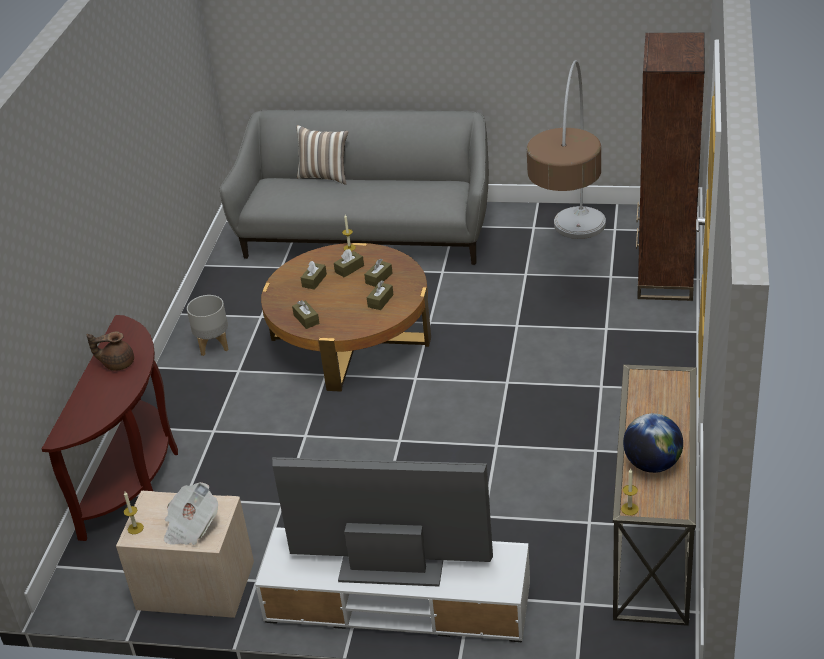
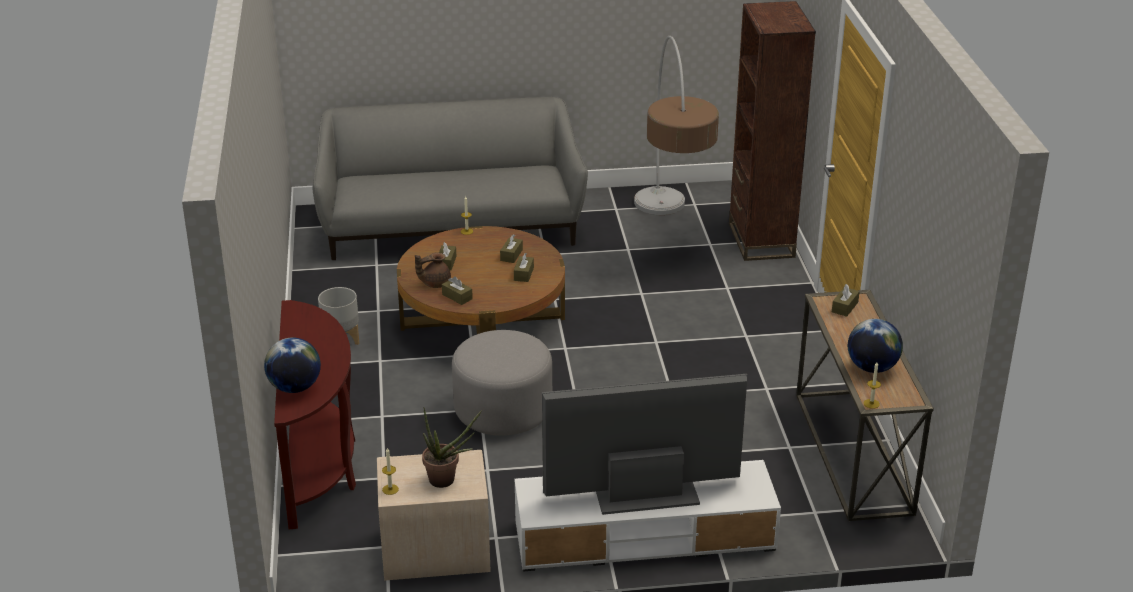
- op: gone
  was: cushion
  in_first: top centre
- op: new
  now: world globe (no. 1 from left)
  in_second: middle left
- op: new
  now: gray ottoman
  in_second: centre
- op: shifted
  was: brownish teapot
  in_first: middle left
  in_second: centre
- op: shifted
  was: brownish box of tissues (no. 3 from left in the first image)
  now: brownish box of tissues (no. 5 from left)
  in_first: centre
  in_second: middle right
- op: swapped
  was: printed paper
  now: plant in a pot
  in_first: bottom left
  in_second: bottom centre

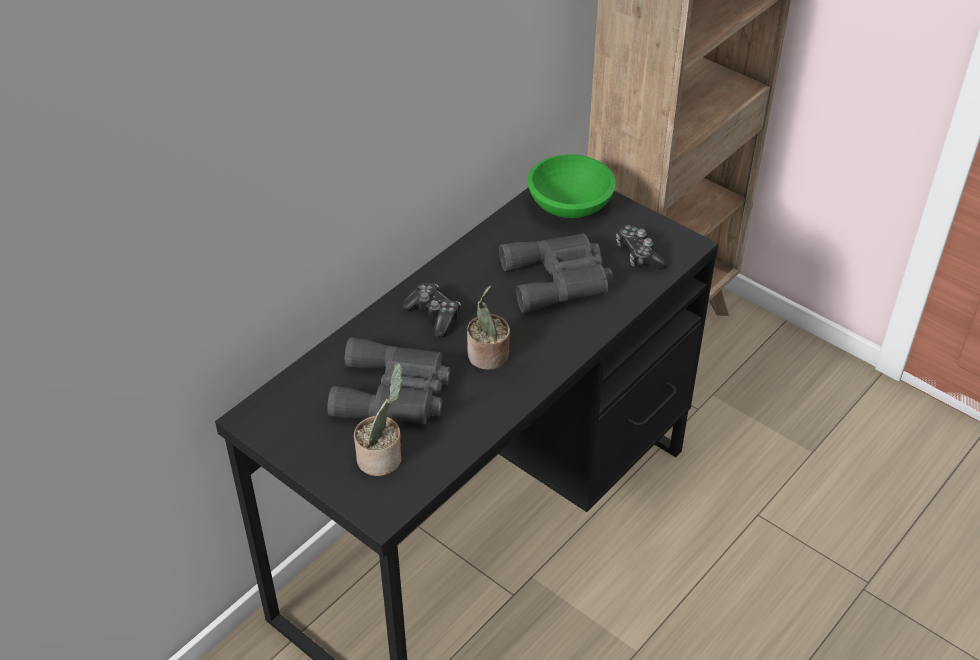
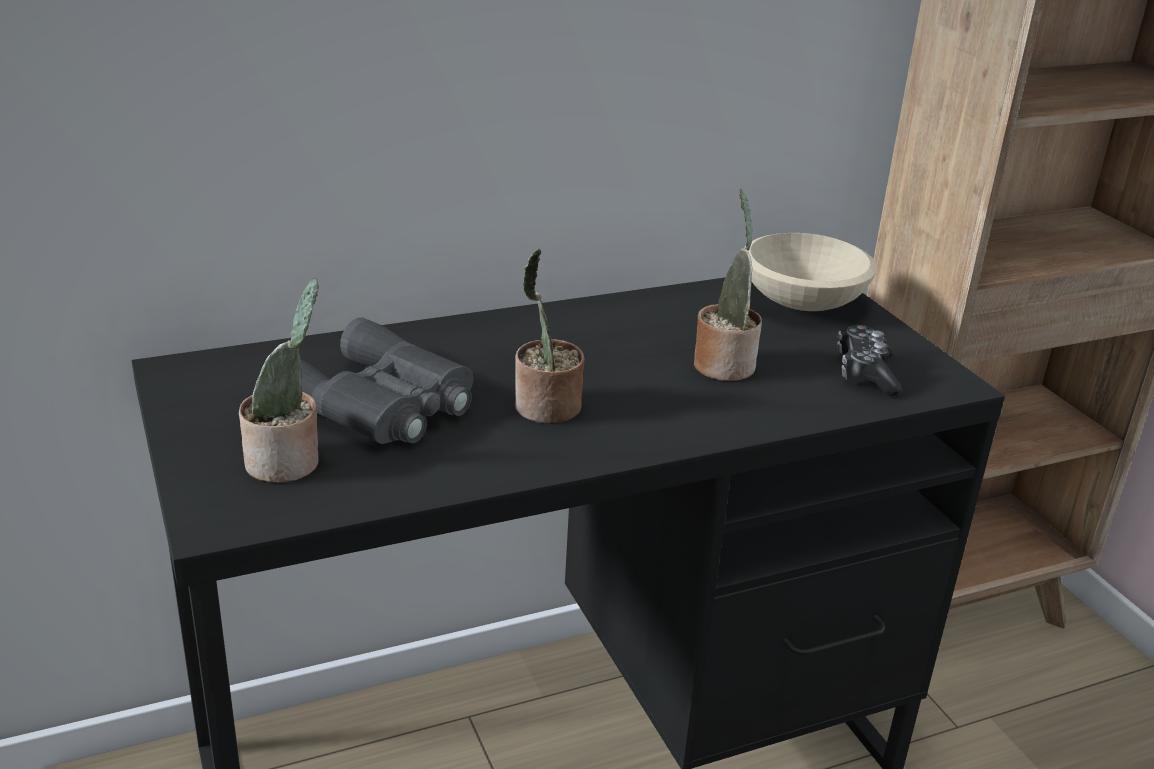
- op: gone
  was: joypad (no. 1 from left)
  in_first: centre
- op: swapped
  was: gray binoculars (no. 2 from left)
  now: plant in a pot (no. 3 from left)
  in_first: centre
  in_second: centre
- op: repainted
  was: green serving bowl
  now: beige-coloured serving bowl
  in_first: top centre
  in_second: middle right

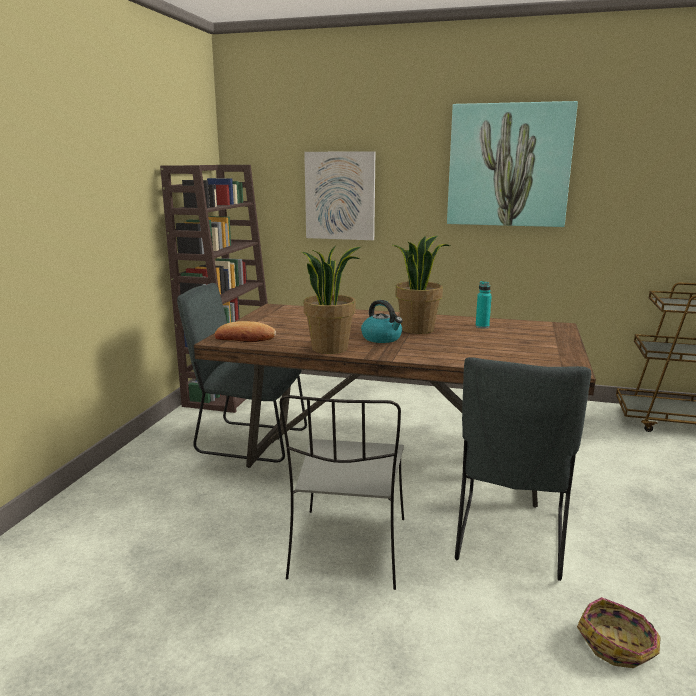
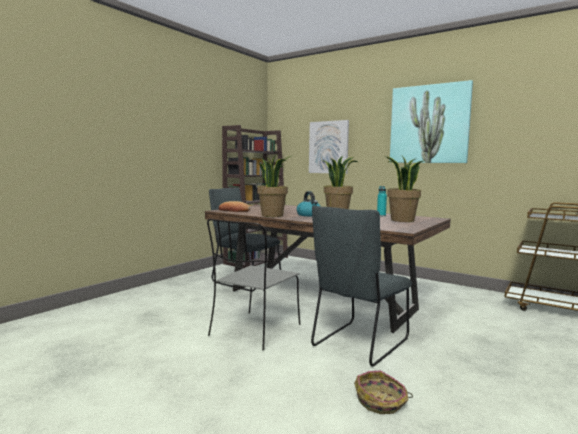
- op: new
  now: plant in a pot (no. 3 from left)
  in_second: middle right

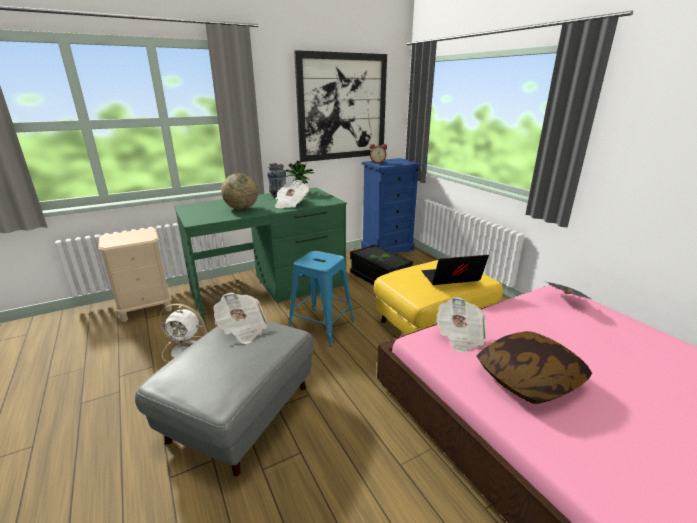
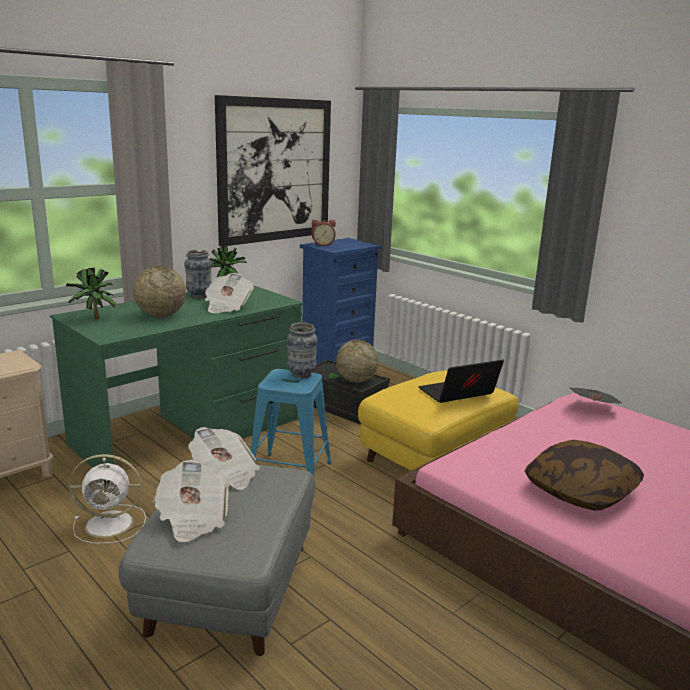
- op: new
  now: plant in a pot (no. 1 from left)
  in_second: middle left
- op: new
  now: flower vase (no. 2 from left)
  in_second: centre
- op: new
  now: world globe (no. 2 from left)
  in_second: centre
- op: shifted
  was: printed paper (no. 3 from left in the first image)
  now: printed paper (no. 1 from left)
  in_first: centre
  in_second: bottom left

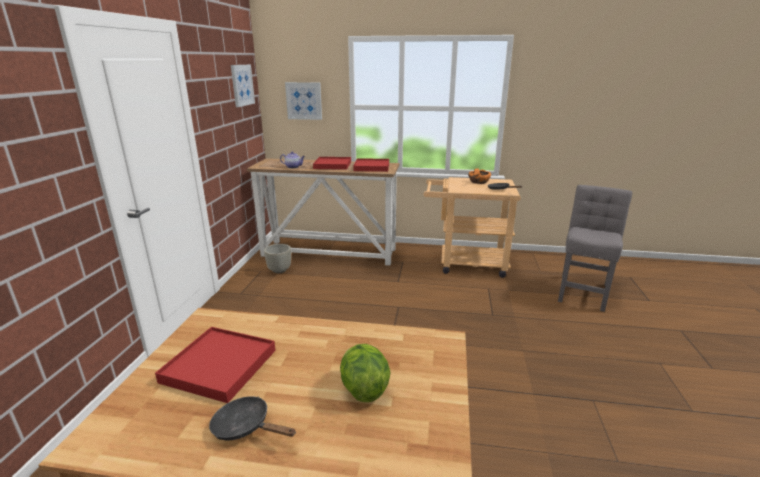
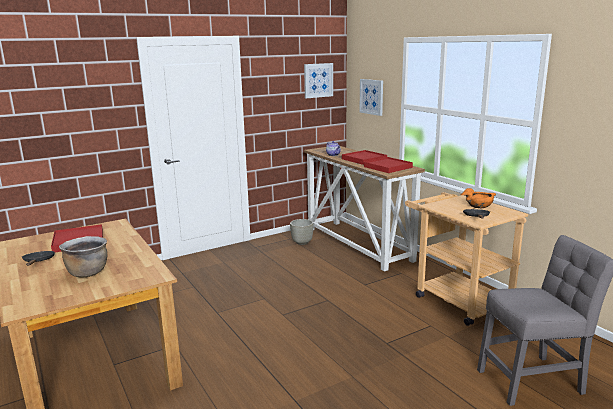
- op: swapped
  was: lettuce
  now: brownish stockpot
  in_first: bottom centre
  in_second: middle left

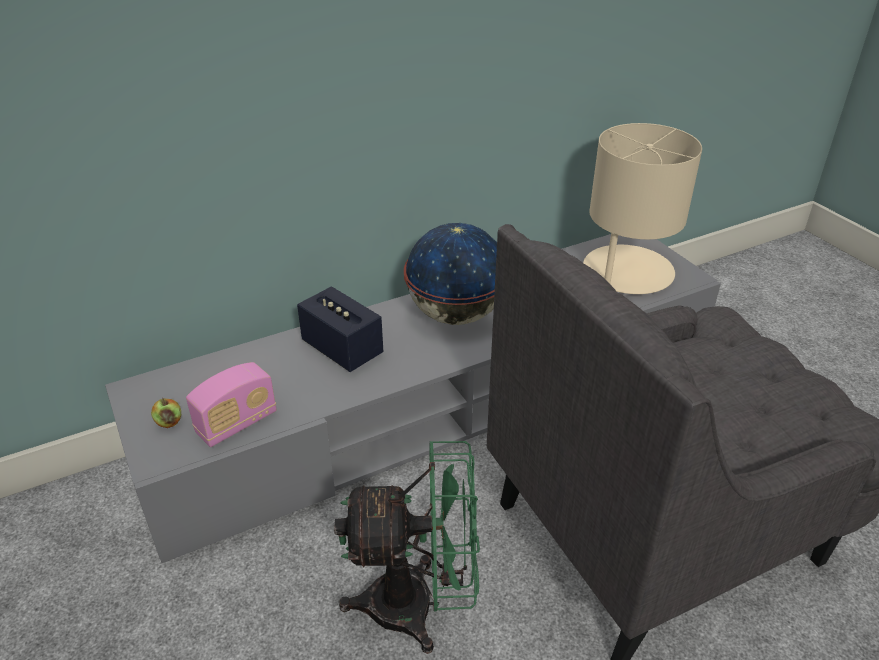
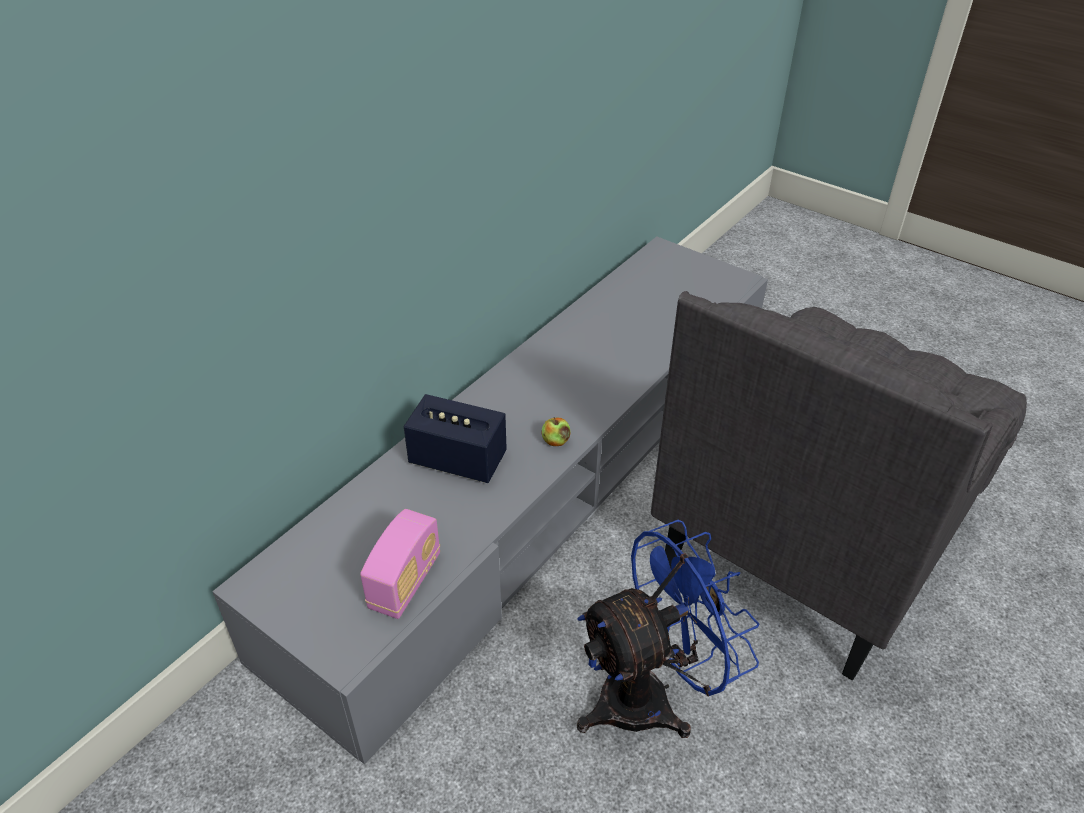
- op: gone
  was: world globe
  in_first: centre
- op: gone
  was: beige-coloured table lamp
  in_first: top right
- op: shifted
  was: whole apple
  in_first: middle left
  in_second: centre
- op: repainted
  was: green fan
  now: blue fan
  in_first: bottom centre
  in_second: bottom centre

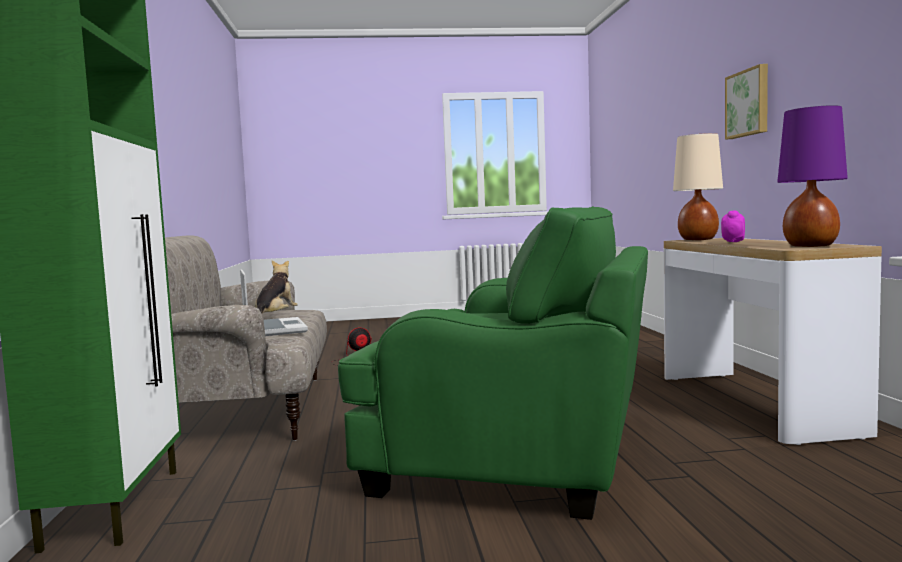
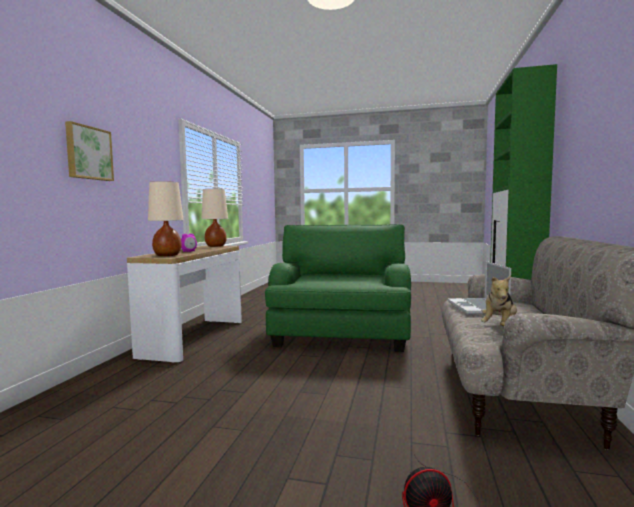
- op: repainted
  was: purple table lamp
  now: beige-coloured table lamp (no. 2 from left)
  in_first: top right
  in_second: centre
- op: rotated
  was: green easy chair
  in_first: centre
  in_second: centre
  clockwise: 60

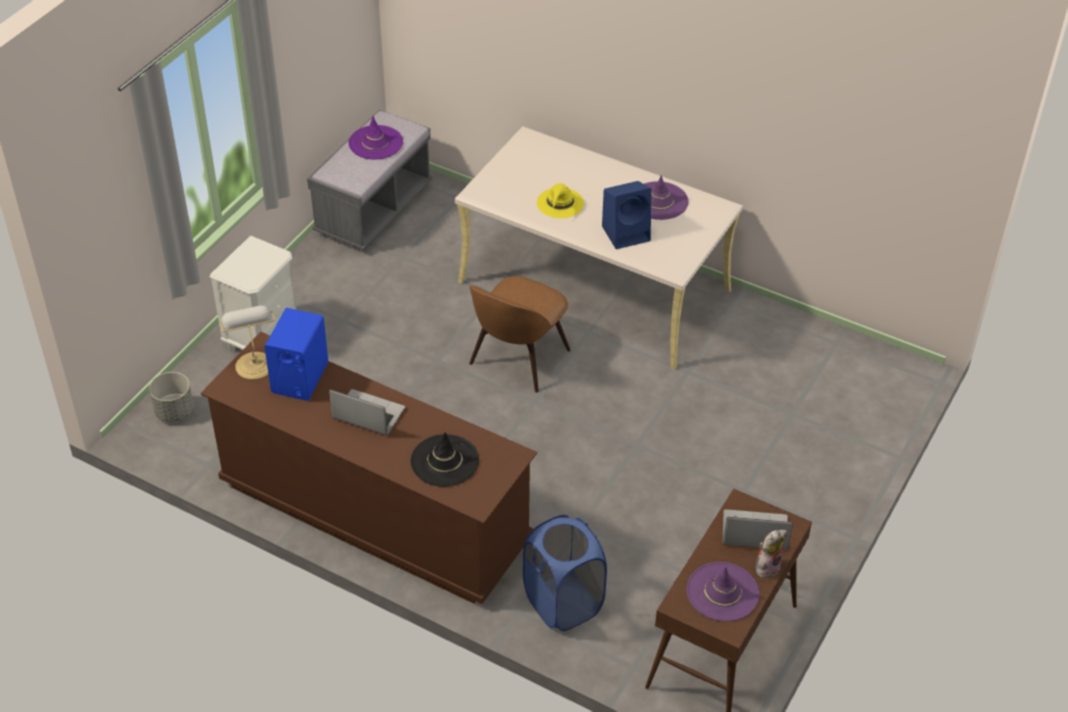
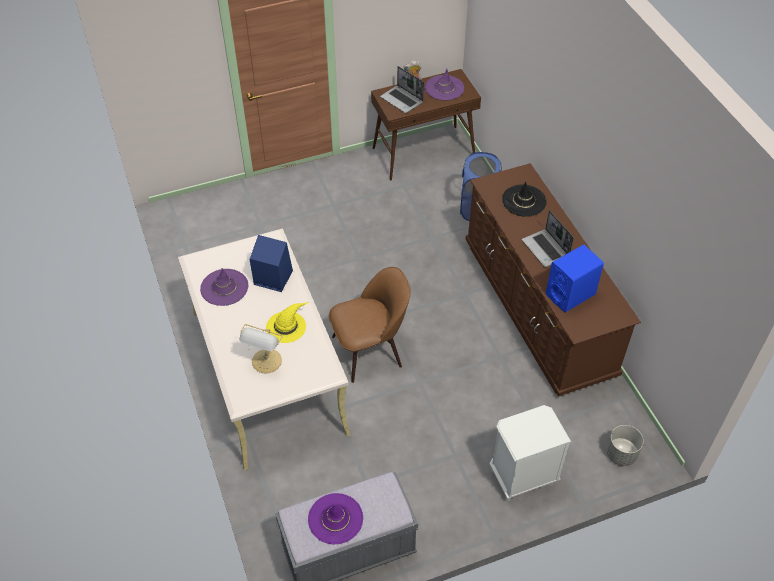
- op: shifted
  was: table lamp
  in_first: middle left
  in_second: centre

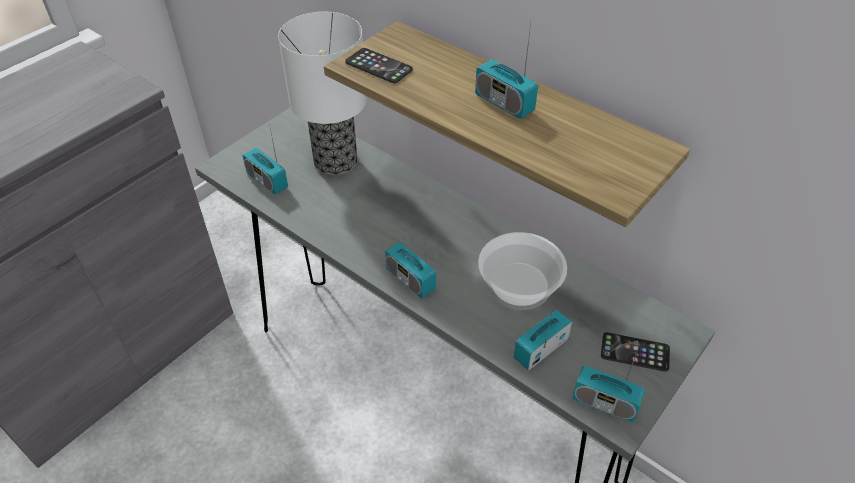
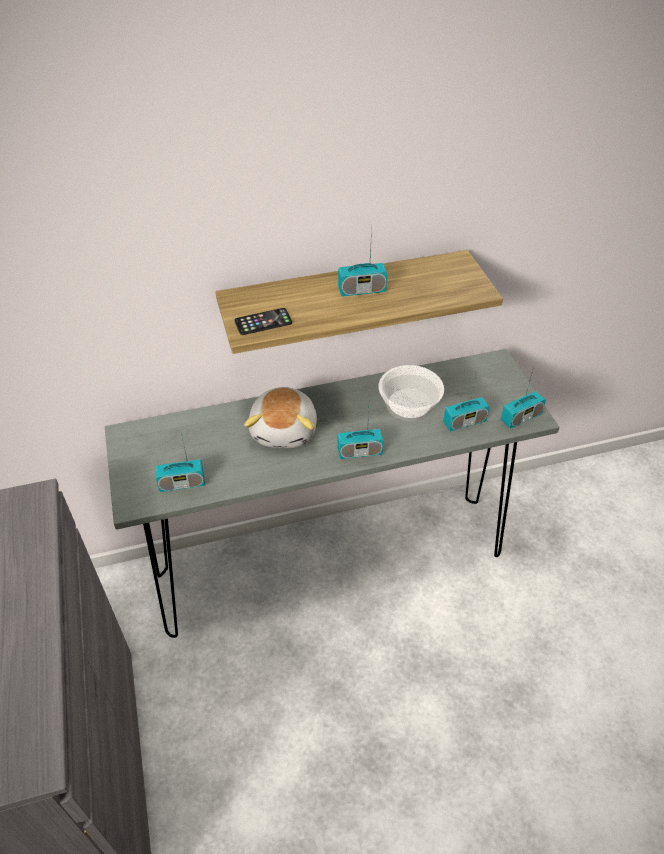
- op: gone
  was: table lamp
  in_first: top centre
- op: gone
  was: telephone (no. 2 from left)
  in_first: bottom right
- op: new
  now: cuddly toy
  in_second: centre
- op: rotated
  was: radio (no. 4 from left)
  in_first: bottom centre
  in_second: middle right
  clockwise: -105

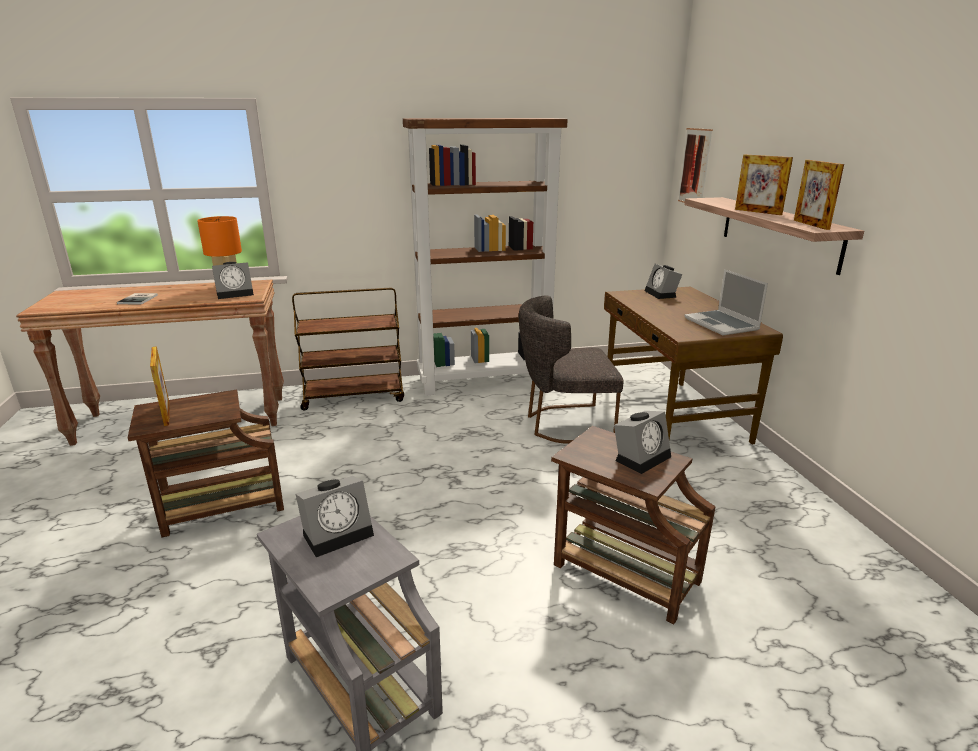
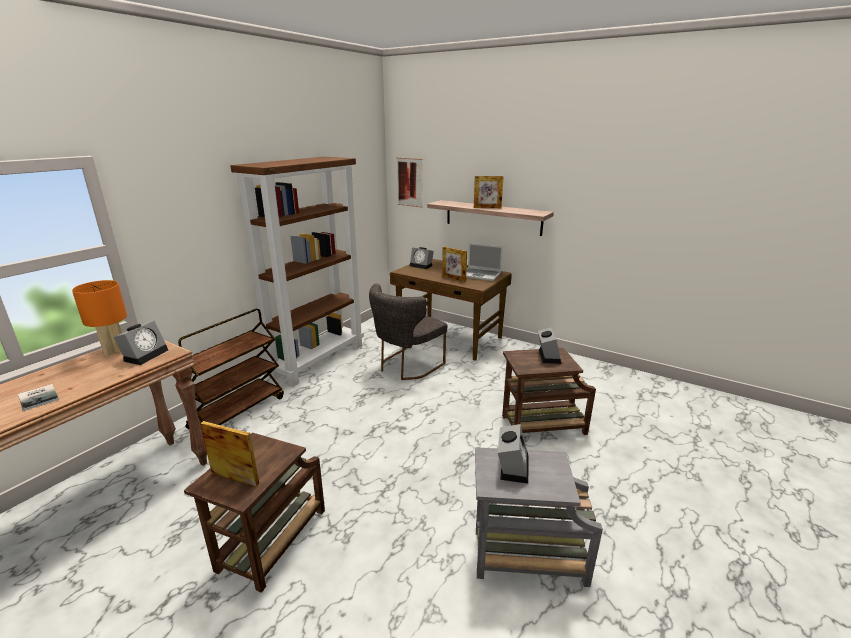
- op: shifted
  was: photo frame (no. 3 from left in the first image)
  now: photo frame (no. 2 from left)
  in_first: top right
  in_second: centre

